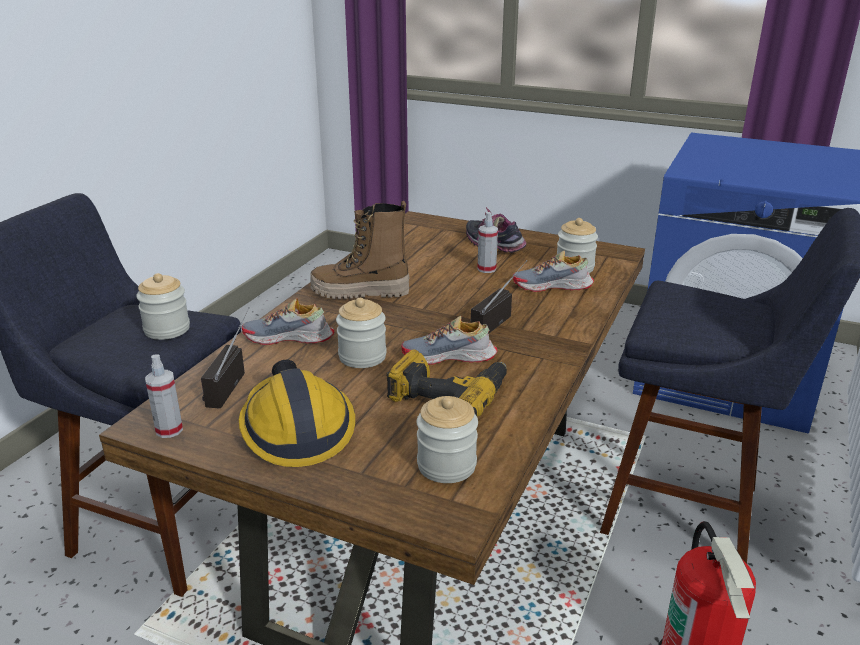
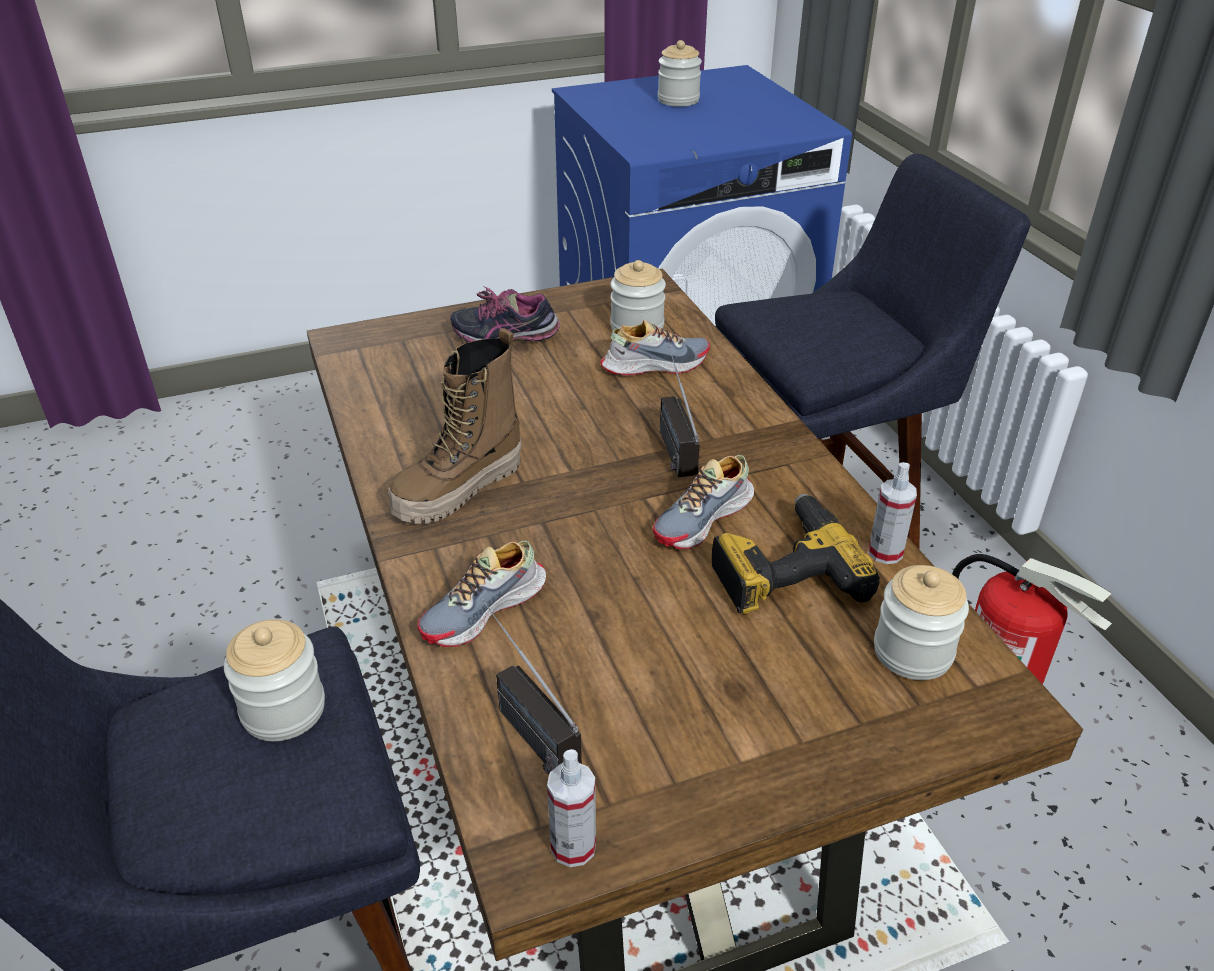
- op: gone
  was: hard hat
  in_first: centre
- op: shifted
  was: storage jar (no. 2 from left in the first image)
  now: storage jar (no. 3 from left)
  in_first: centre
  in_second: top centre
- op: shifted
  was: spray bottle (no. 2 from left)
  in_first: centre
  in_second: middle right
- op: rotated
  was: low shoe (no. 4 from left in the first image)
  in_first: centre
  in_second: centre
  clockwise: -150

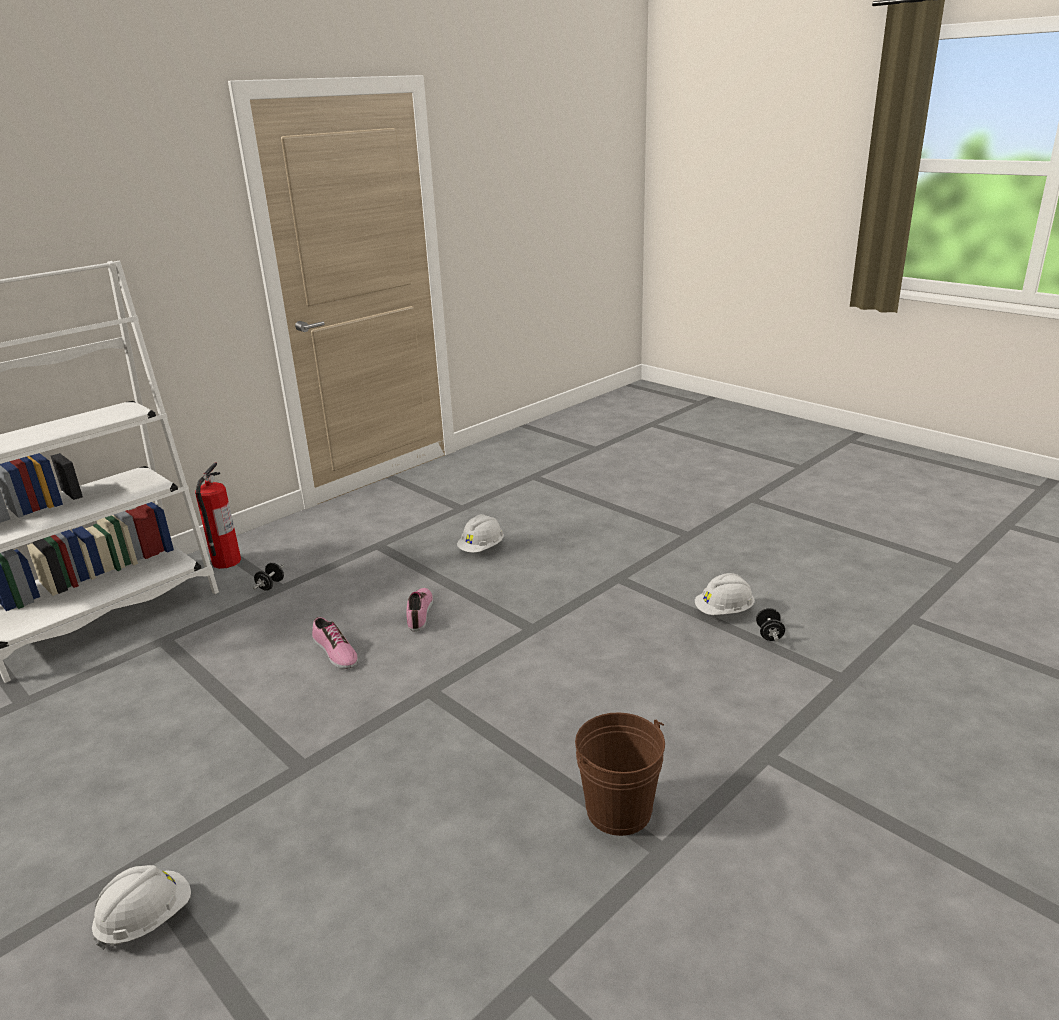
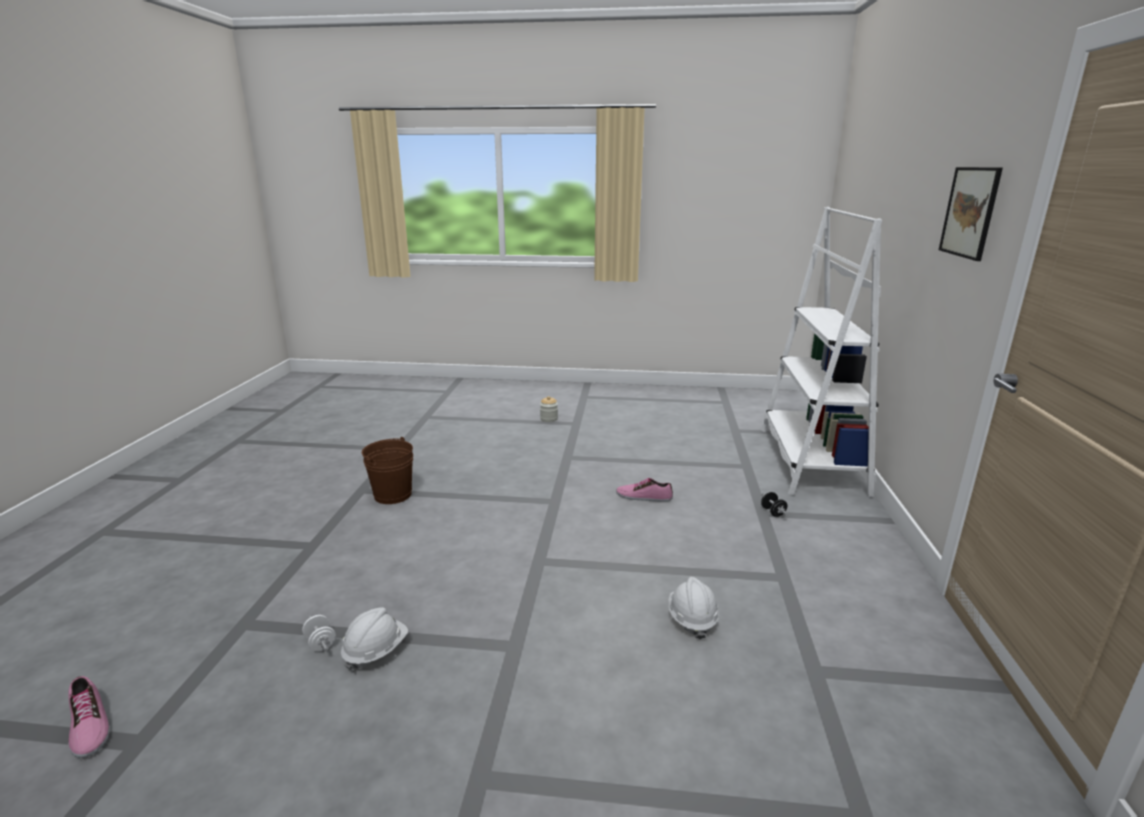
- op: gone
  was: extinguisher
  in_first: middle left
- op: new
  now: wall art
  in_second: top right
- op: shifted
  was: low shoe (no. 2 from left in the first image)
  now: low shoe (no. 1 from left)
  in_first: centre
  in_second: bottom left
- op: swapped
  was: whitish hard hat (no. 1 from left)
  now: storage jar
  in_first: bottom left
  in_second: centre
- op: repainted
  was: blackish dumbbell (no. 2 from left)
  now: whitish dumbbell
  in_first: middle right
  in_second: bottom left

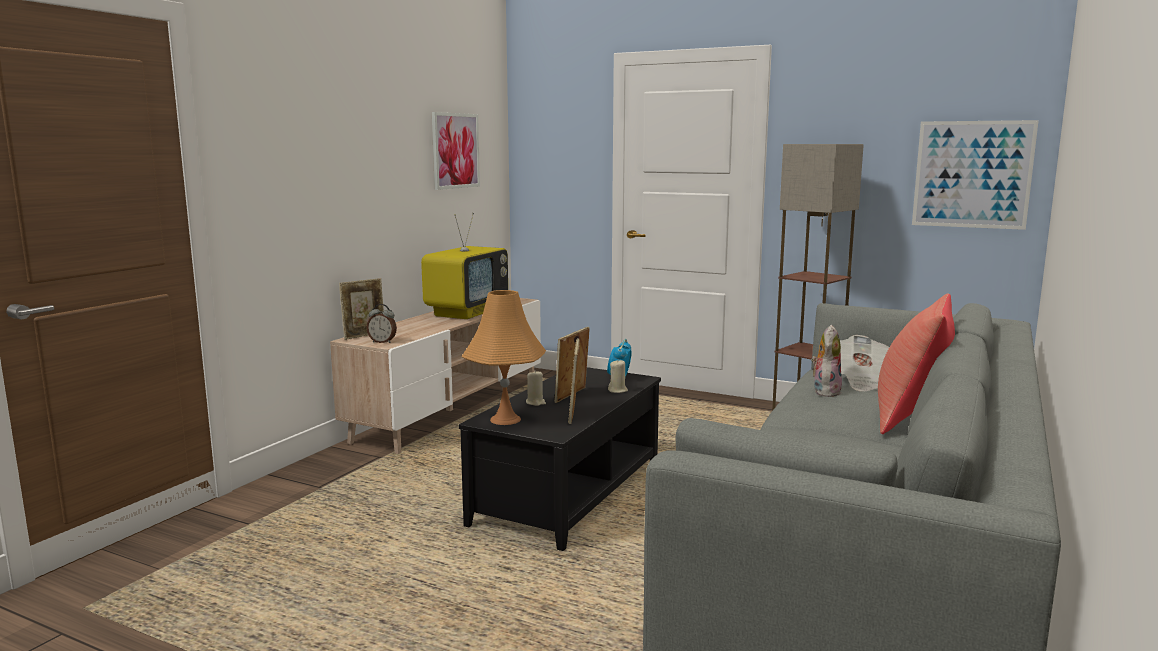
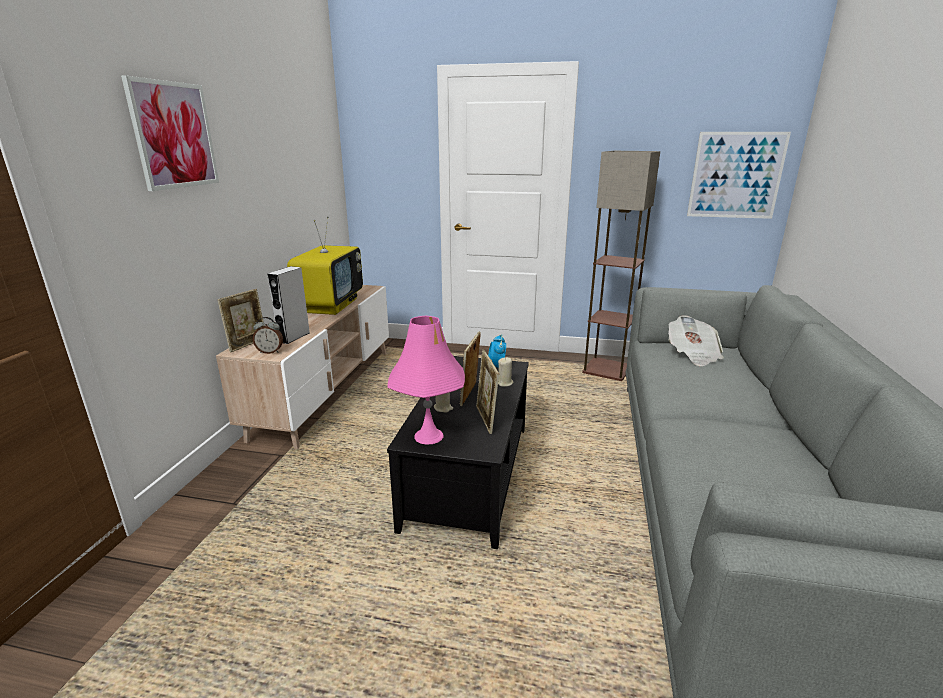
- op: gone
  was: cuddly toy
  in_first: middle right
- op: gone
  was: red-coloured cushion
  in_first: middle right
- op: new
  now: gray speaker
  in_second: middle left
- op: shifted
  was: wall art (no. 1 from left)
  in_first: top centre
  in_second: top left
- op: repainted
  was: orangey table lamp
  now: pinkish table lamp
  in_first: centre
  in_second: centre

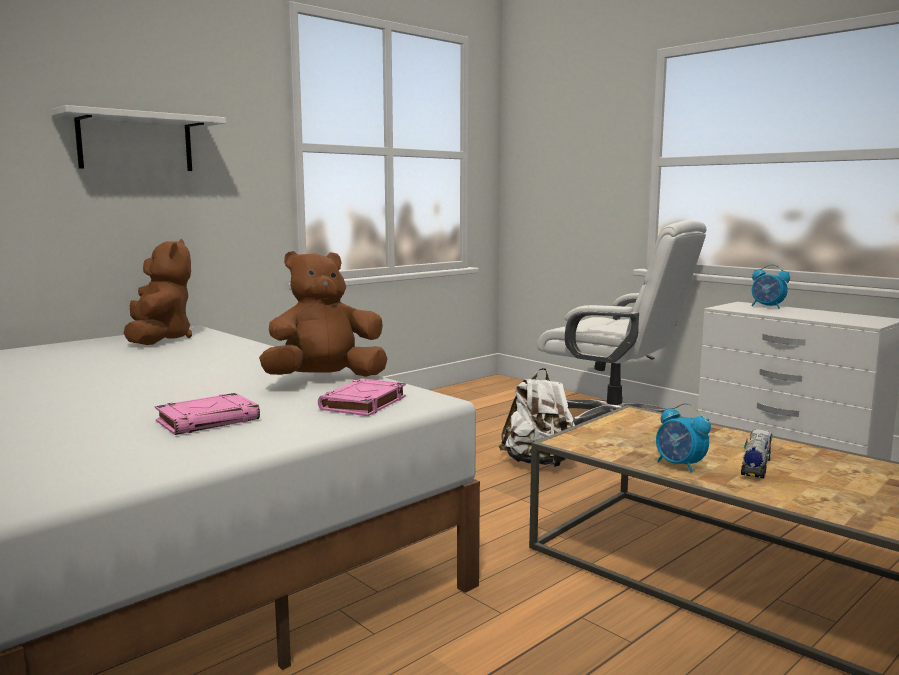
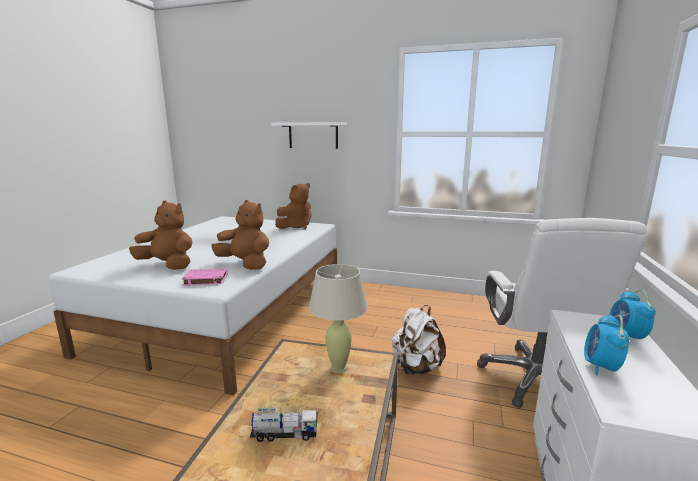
- op: new
  now: beige-coloured table lamp
  in_second: centre
- op: shifted
  was: alarm clock (no. 1 from left)
  in_first: middle right
  in_second: bottom right
- op: swapped
  was: pinkish bound book (no. 1 from left)
  now: brownish cuddly toy (no. 1 from left)
  in_first: middle left
  in_second: middle left

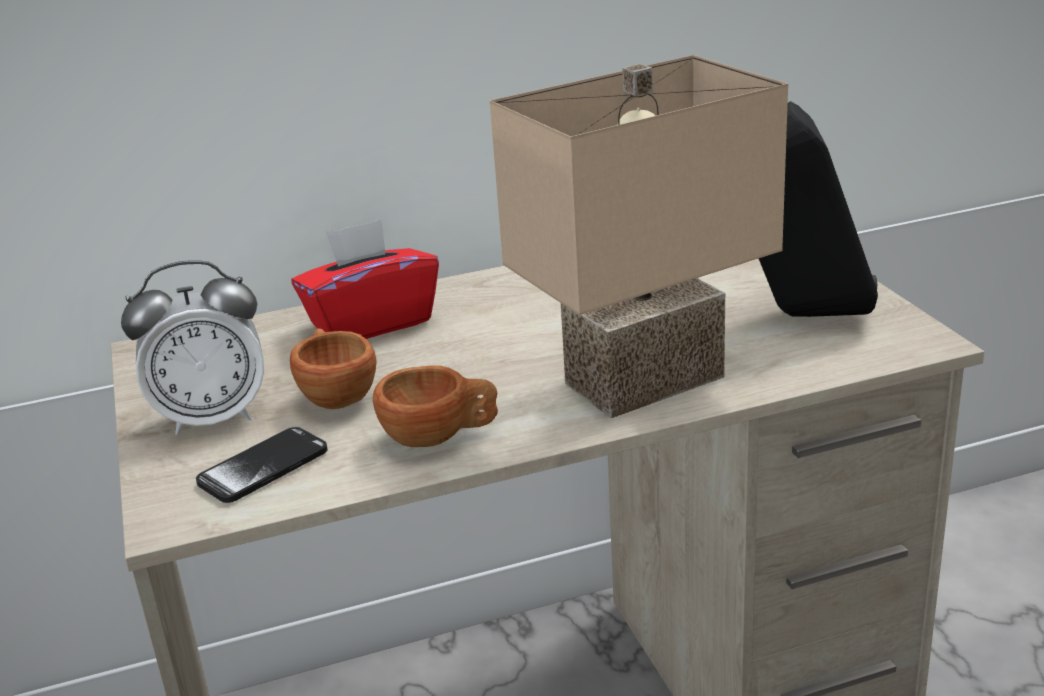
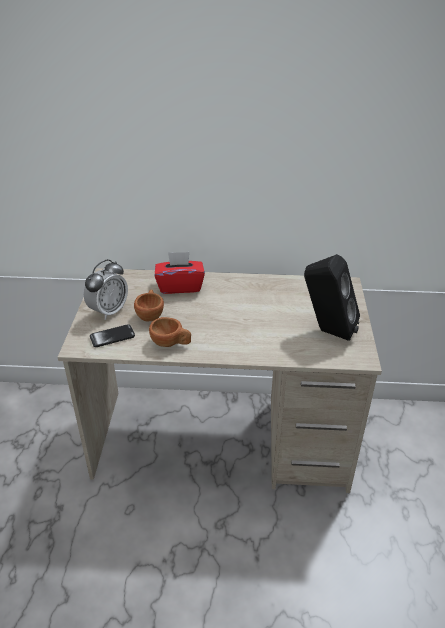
- op: gone
  was: beige-coloured table lamp
  in_first: centre
- op: rotated
  was: alarm clock
  in_first: middle left
  in_second: middle left
  clockwise: -60

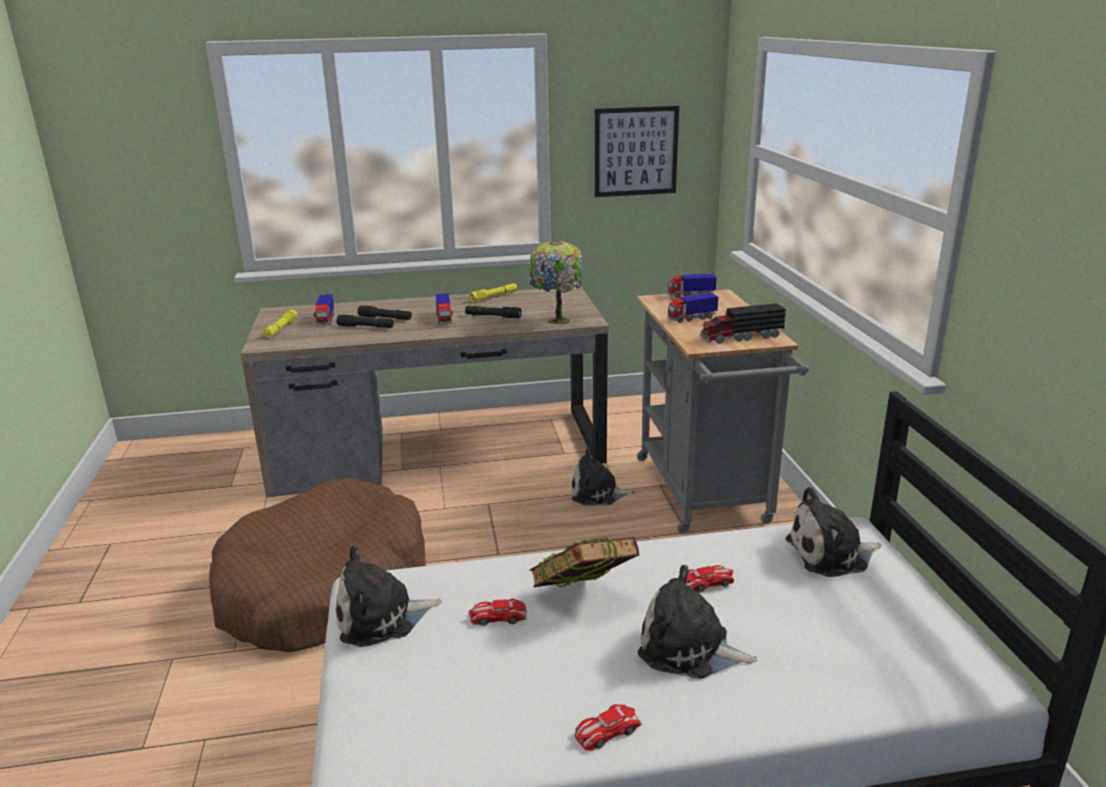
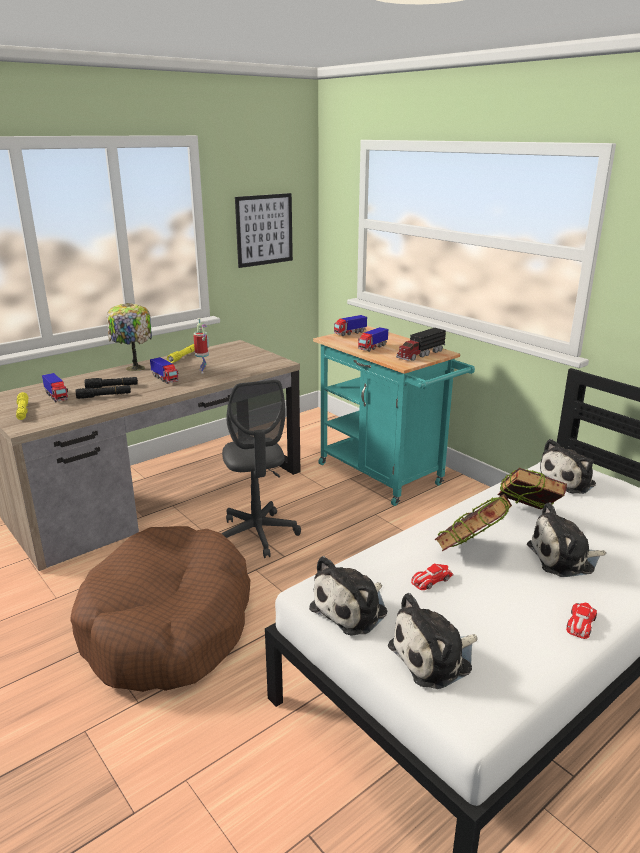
- op: new
  now: gray office chair
  in_second: centre
- op: shifted
  was: table lamp
  in_first: centre
  in_second: middle left
- op: shifted
  was: cuddly toy (no. 2 from left)
  in_first: centre
  in_second: bottom right
- op: swapped
  was: blackish hand torch (no. 3 from left)
  now: toy robot
  in_first: centre
  in_second: middle left
- op: swapped
  was: model car (no. 3 from left)
  now: bound book (no. 2 from left)
  in_first: bottom centre
  in_second: middle right
- op: repainted
  was: gray wheeled cart
  now: turquoise wheeled cart
  in_first: centre
  in_second: centre

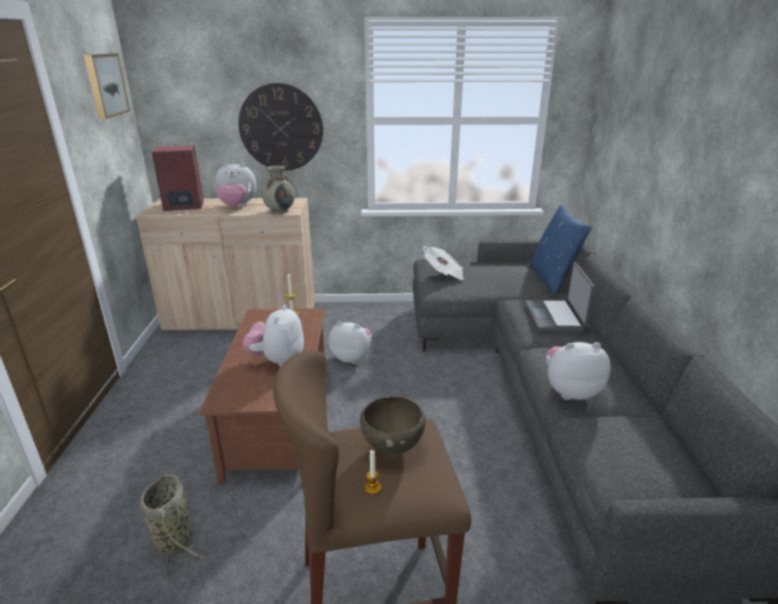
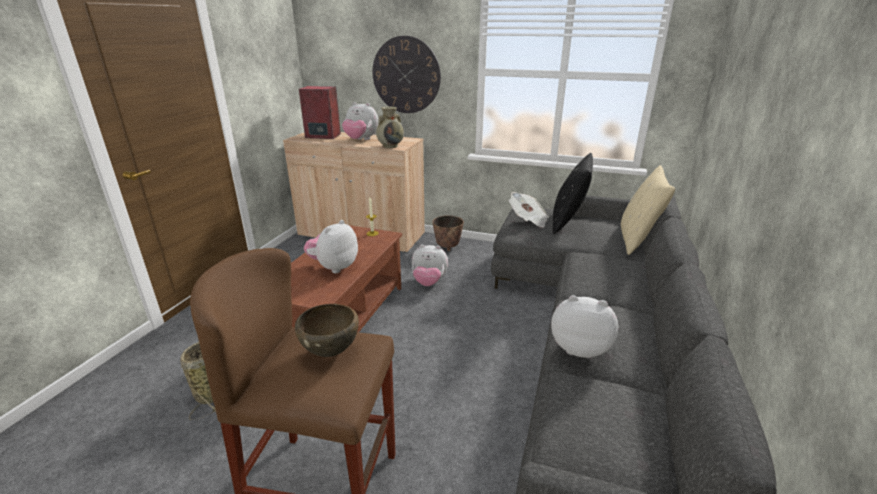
- op: gone
  was: wall art
  in_first: top left
- op: gone
  was: candle (no. 2 from left)
  in_first: bottom centre
- op: gone
  was: notebook computer
  in_first: middle right
- op: new
  now: planter
  in_second: centre
- op: new
  now: blackish cushion
  in_second: centre
- op: repainted
  was: blue cushion
  now: beige-coloured cushion
  in_first: middle right
  in_second: middle right
- op: rotated
  was: cuddly toy (no. 3 from left)
  in_first: centre
  in_second: centre
  clockwise: 150

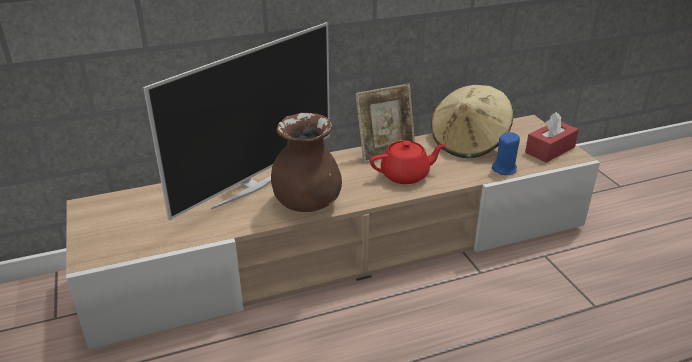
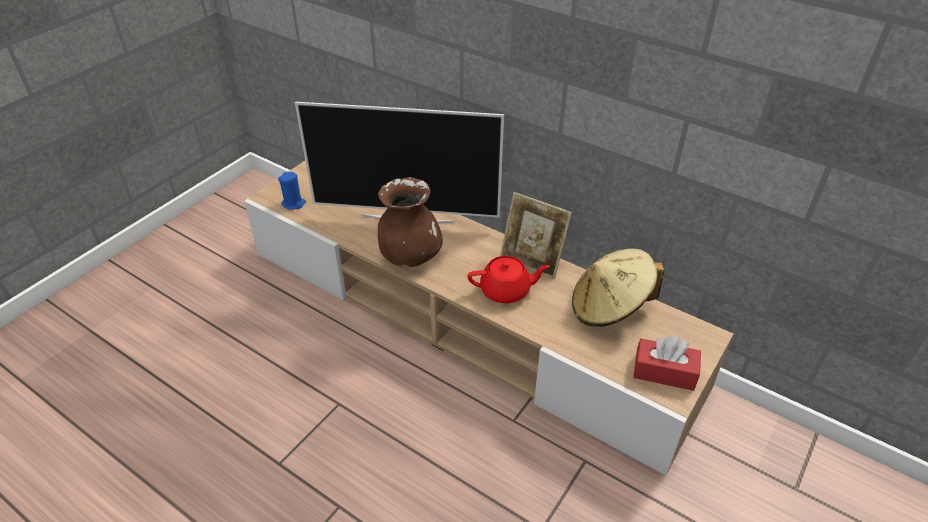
- op: shifted
  was: blue candle
  in_first: middle right
  in_second: middle left
- op: rotated
  was: red-coloured teapot
  in_first: centre
  in_second: centre
  clockwise: -45

